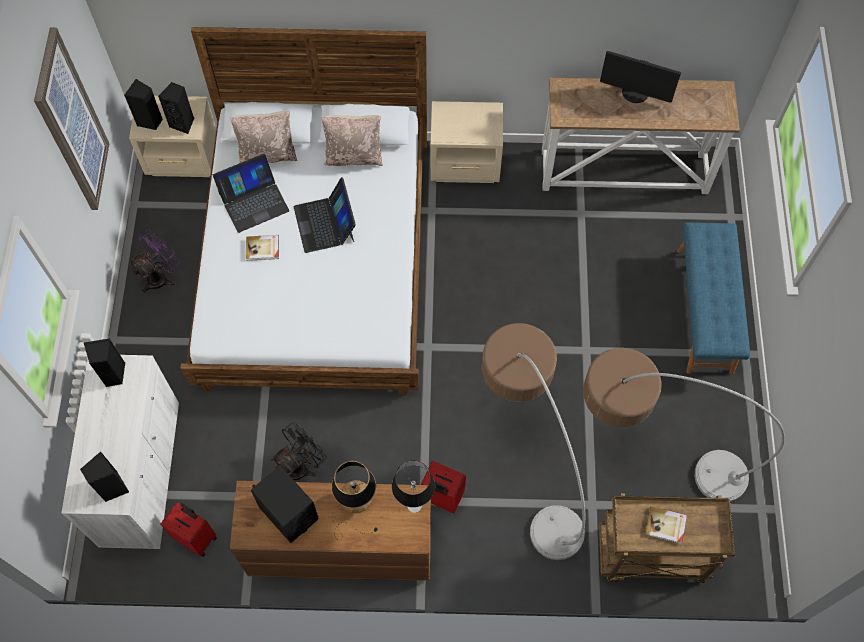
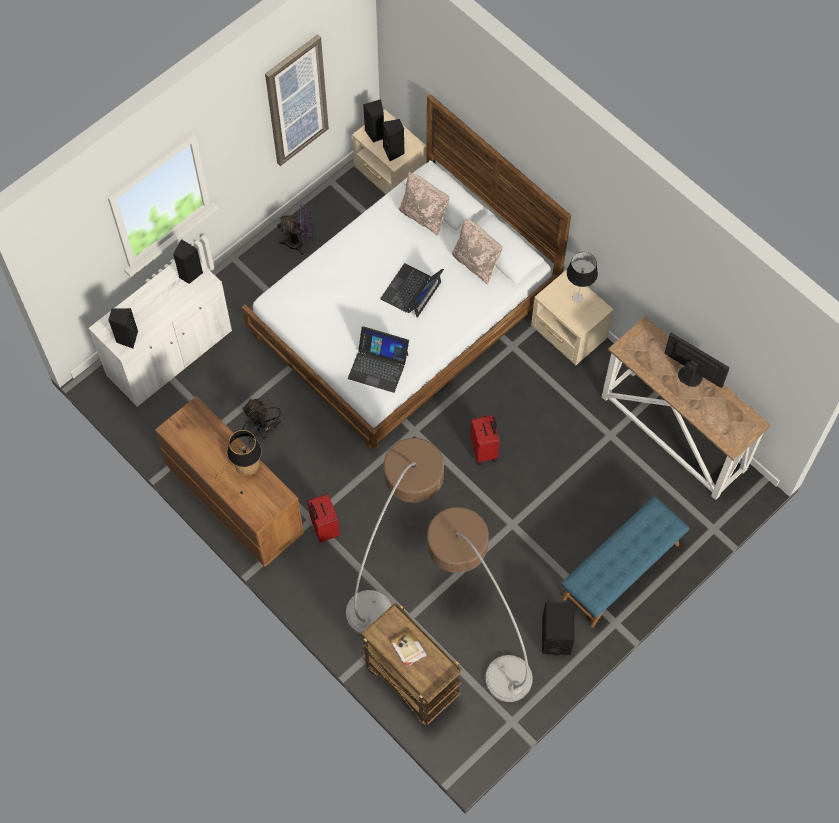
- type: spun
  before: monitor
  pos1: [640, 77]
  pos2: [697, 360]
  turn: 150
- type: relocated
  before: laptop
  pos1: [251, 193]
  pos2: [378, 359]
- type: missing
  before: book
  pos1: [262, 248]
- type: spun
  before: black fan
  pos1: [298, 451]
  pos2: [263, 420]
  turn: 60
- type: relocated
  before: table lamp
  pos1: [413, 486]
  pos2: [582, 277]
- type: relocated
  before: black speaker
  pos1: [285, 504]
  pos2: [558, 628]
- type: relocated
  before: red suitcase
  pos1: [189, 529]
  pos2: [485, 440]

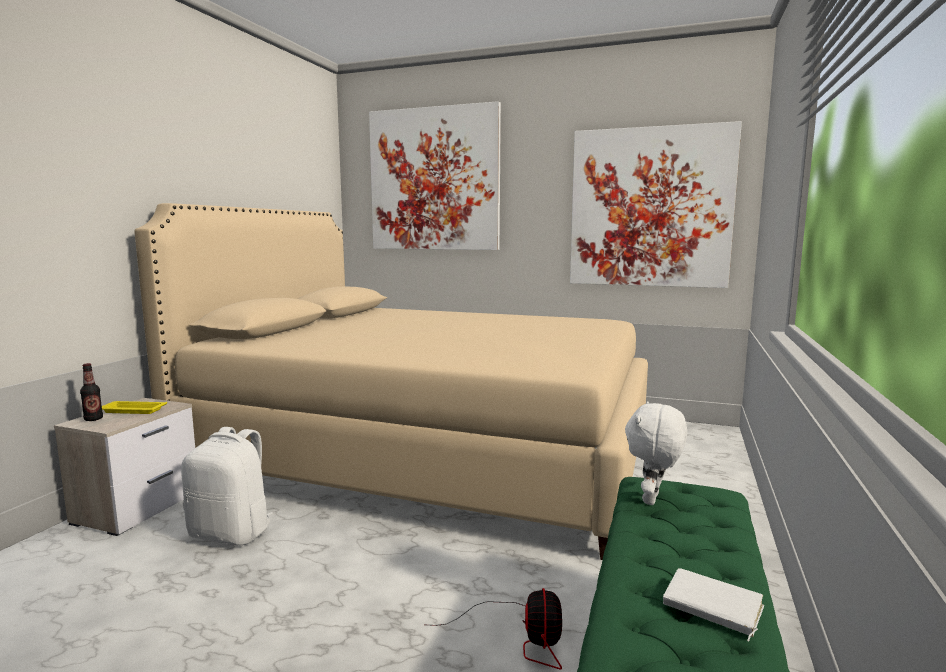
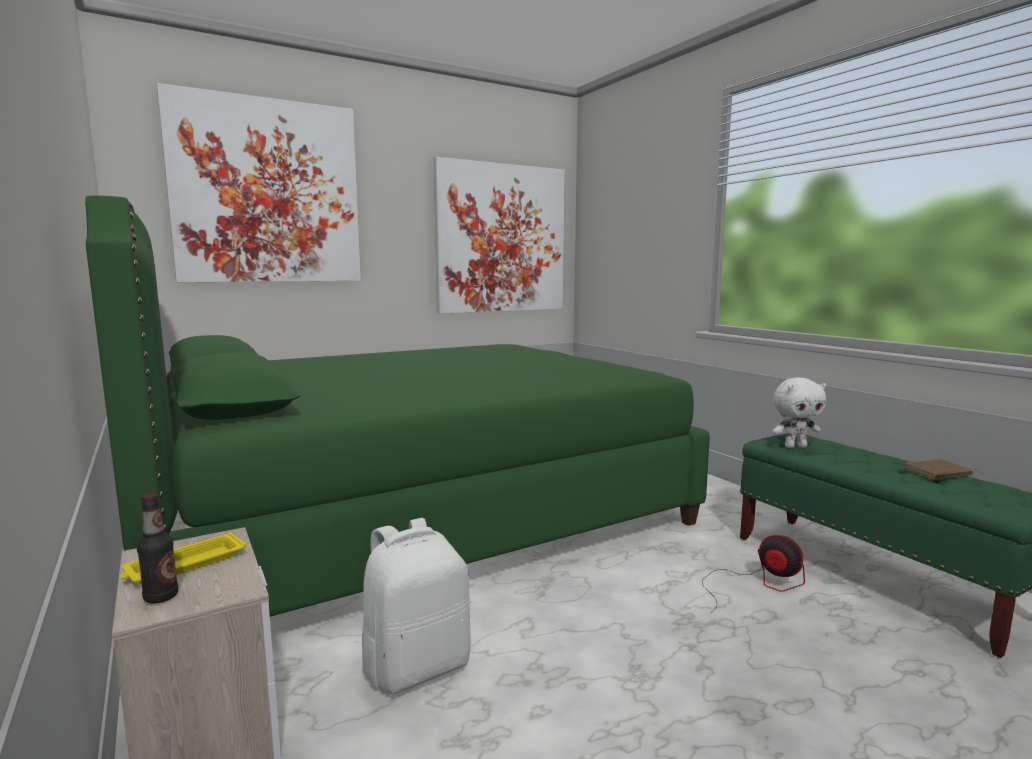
- type: colour
  before: beige bed
  after: green bed
  pos1: [391, 381]
  pos2: [397, 406]
- type: spun
  before: white plush toy
  pos1: [656, 453]
  pos2: [799, 413]
  turn: -75
- type: colour
  before: white book
  after: brown book
  pos1: [713, 605]
  pos2: [944, 469]

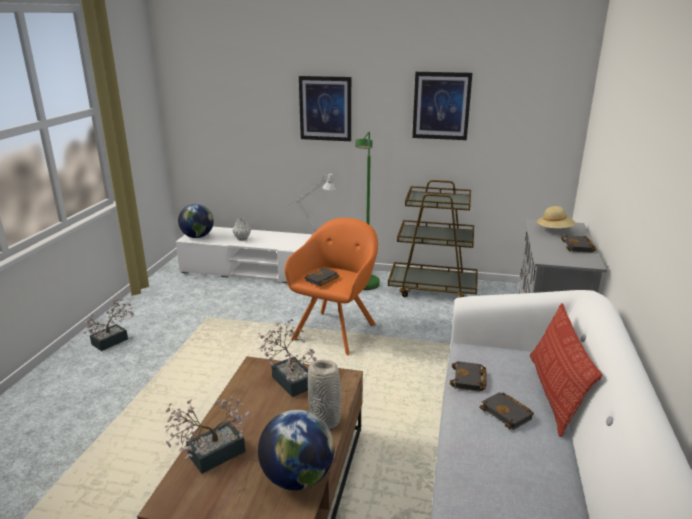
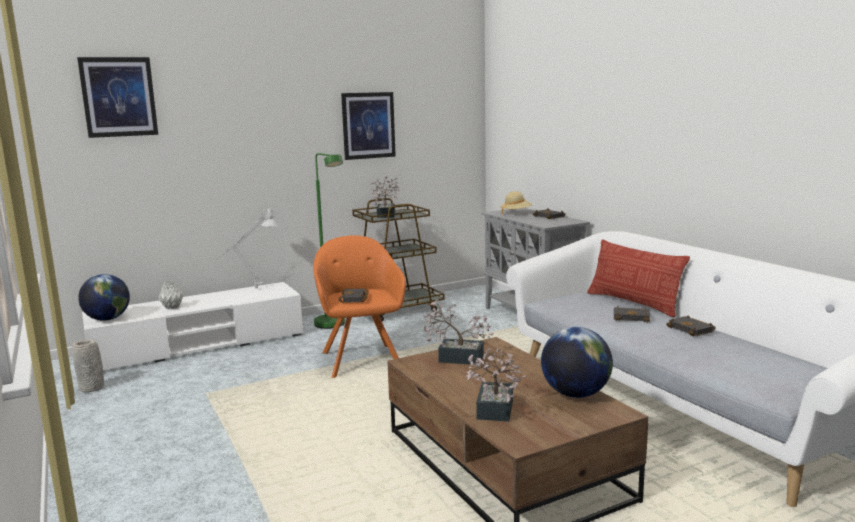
- type: relocated
  before: picture
  pos1: [325, 108]
  pos2: [117, 97]
- type: relocated
  before: potted plant
  pos1: [108, 325]
  pos2: [384, 197]
- type: relocated
  before: grey vase
  pos1: [324, 394]
  pos2: [88, 365]
- type: relocated
  before: black book
  pos1: [468, 376]
  pos2: [691, 326]

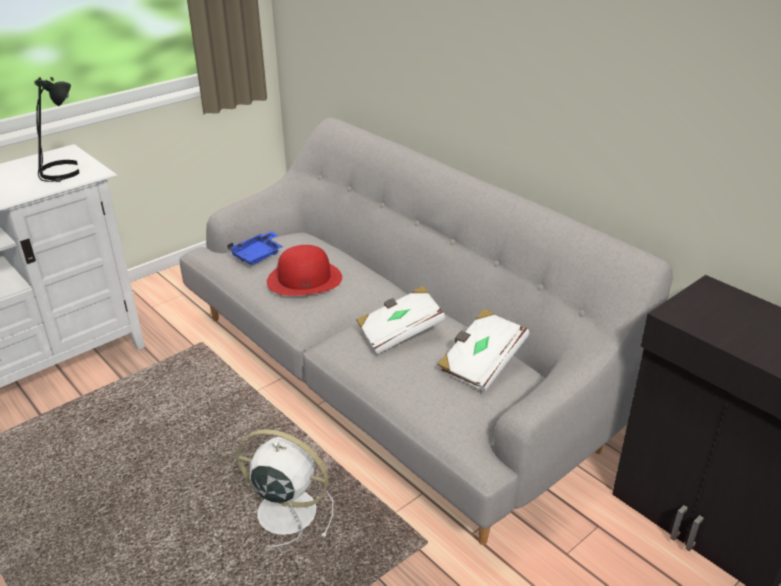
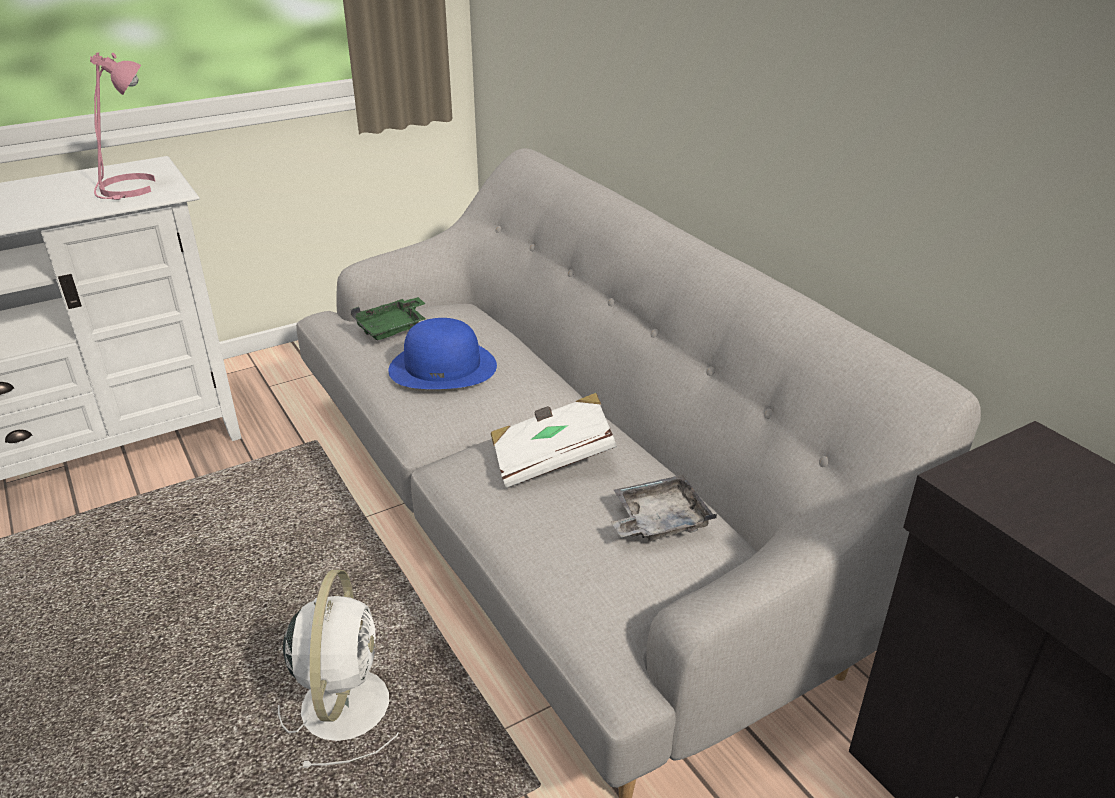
- type: colour
  before: black table lamp
  after: pink table lamp
  pos1: [57, 129]
  pos2: [122, 126]
- type: colour
  before: blue tray
  after: green tray
  pos1: [255, 248]
  pos2: [388, 318]
- type: colour
  before: red hat
  after: blue hat
  pos1: [304, 270]
  pos2: [442, 353]
- type: exchanged
  before: white book
  after: grey tray
  pos1: [483, 350]
  pos2: [664, 508]
- type: spun
  before: white fan
  pos1: [285, 488]
  pos2: [338, 669]
  turn: 60

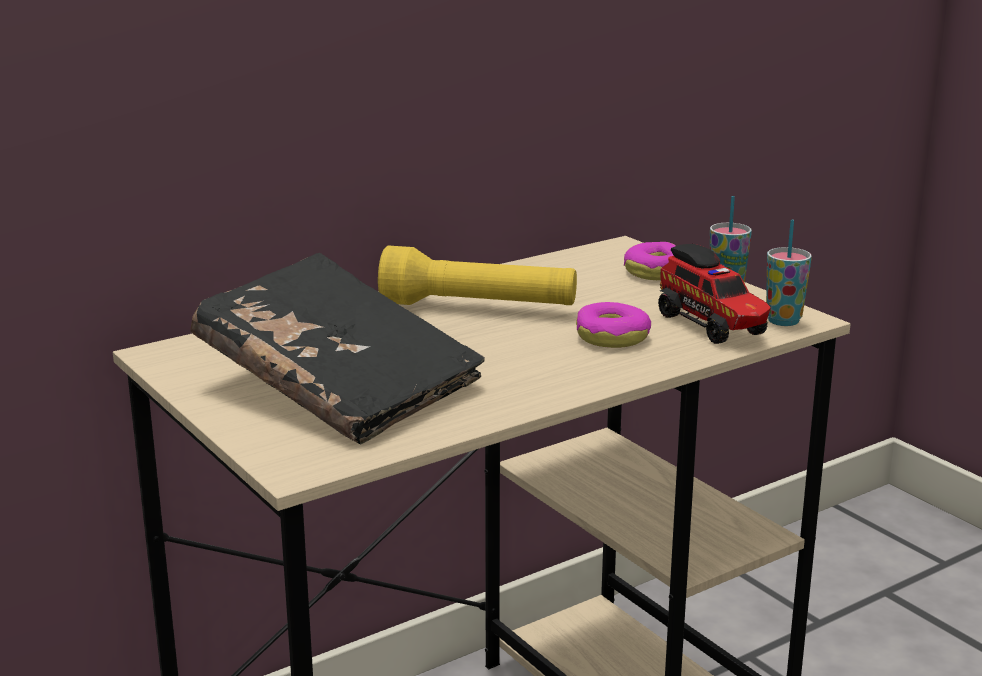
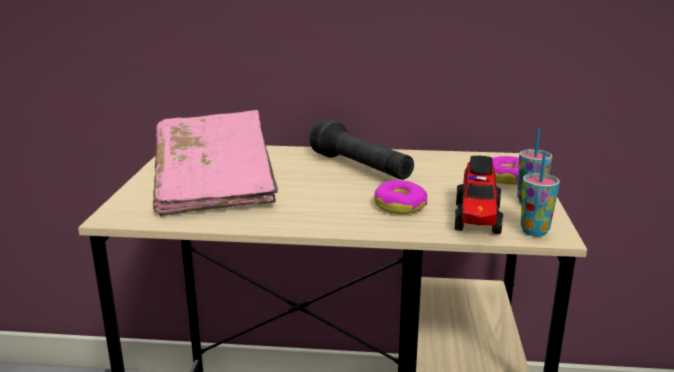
- type: colour
  before: yellow flashlight
  after: black flashlight
  pos1: [477, 275]
  pos2: [362, 149]
- type: colour
  before: black book
  after: pink book
  pos1: [337, 349]
  pos2: [215, 163]

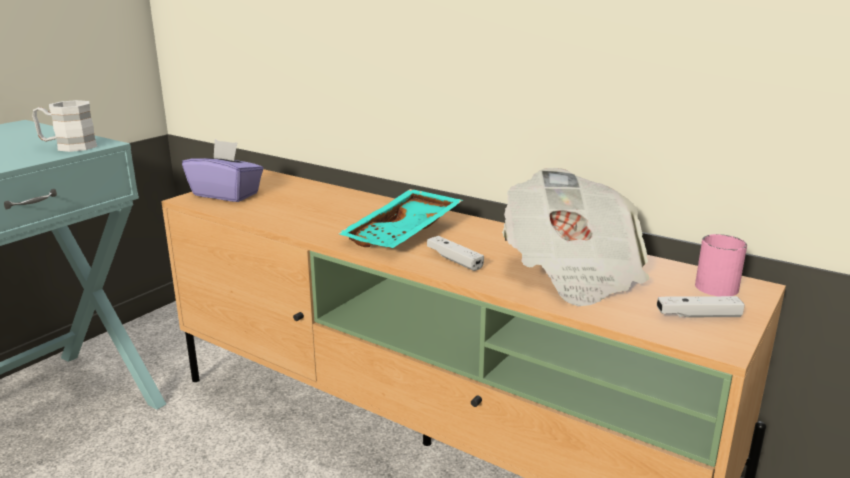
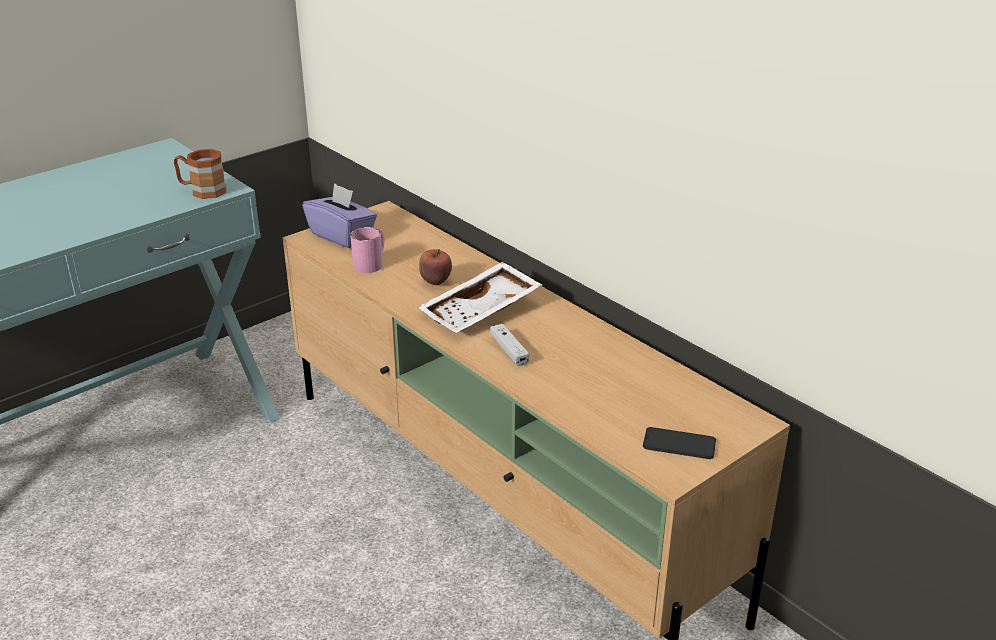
- type: colour
  before: white mug
  after: brown mug
  pos1: [64, 126]
  pos2: [200, 174]
- type: missing
  before: newspaper
  pos1: [575, 237]
- type: colour
  before: turquoise tray
  after: white tray
  pos1: [400, 218]
  pos2: [479, 297]
- type: relocated
  before: pink mug
  pos1: [721, 265]
  pos2: [367, 250]
- type: exchanged
  before: white game controller
  after: phone
  pos1: [701, 307]
  pos2: [679, 443]
- type: appeared
  after: apple
  pos2: [435, 267]

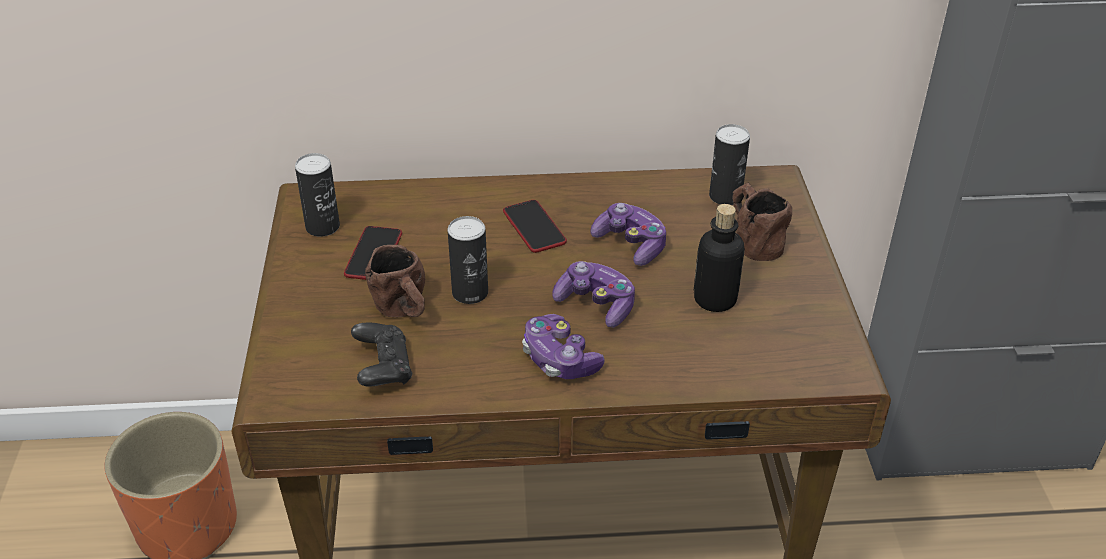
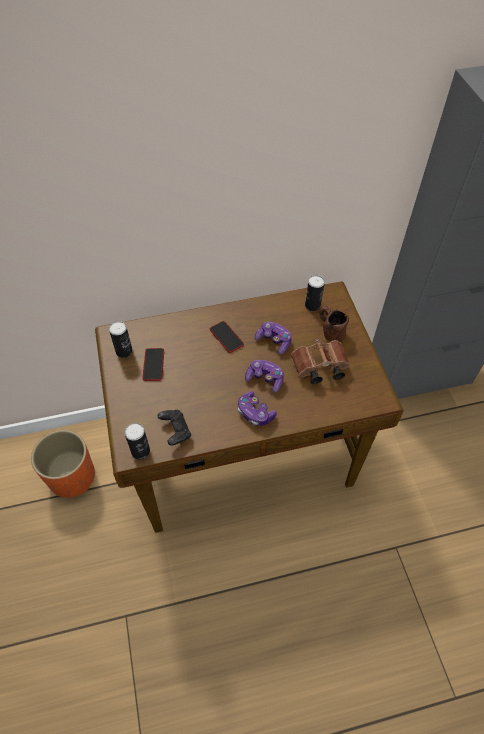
- type: exchanged
  before: bottle
  after: brown binoculars
  pos1: [719, 258]
  pos2: [320, 361]
- type: relocated
  before: can
  pos1: [467, 260]
  pos2: [137, 441]
- type: missing
  before: brown mug
  pos1: [395, 281]

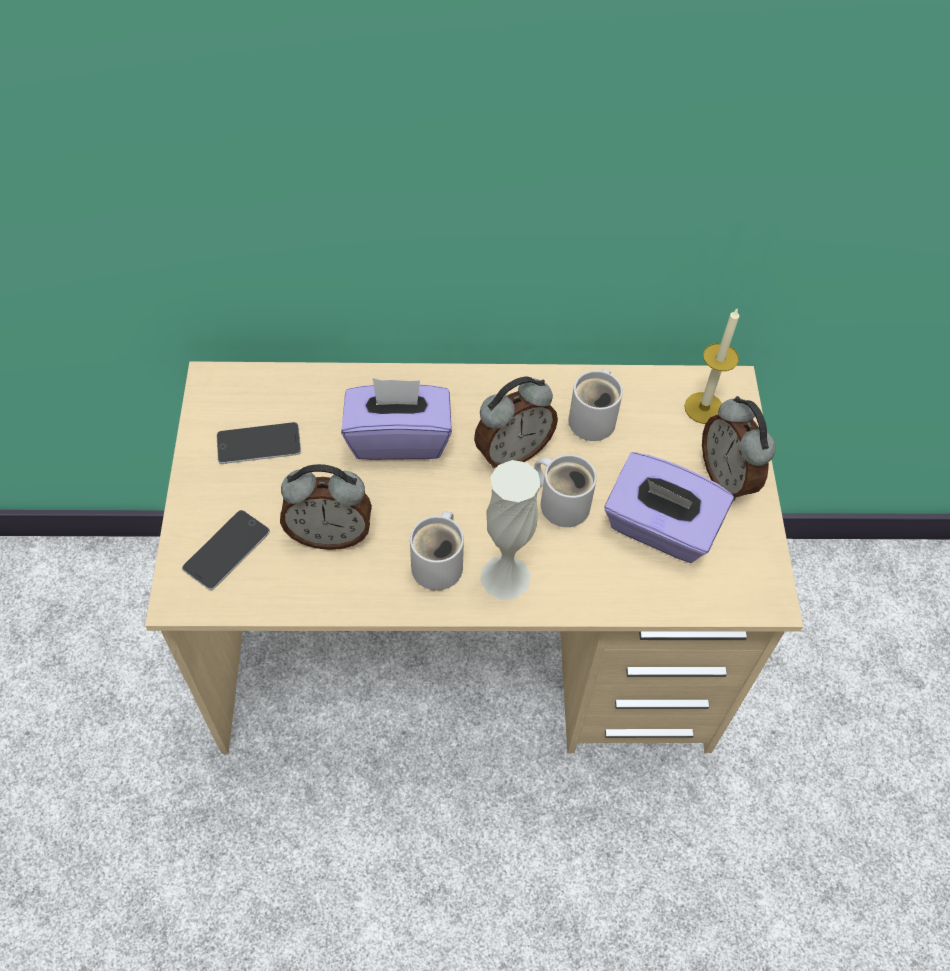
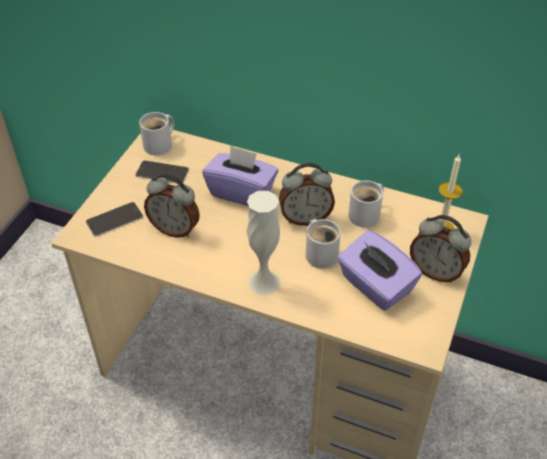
- type: spun
  before: alarm clock
  pos1: [739, 448]
  pos2: [440, 249]
  turn: -60
- type: relocated
  before: white mug
  pos1: [437, 550]
  pos2: [156, 133]

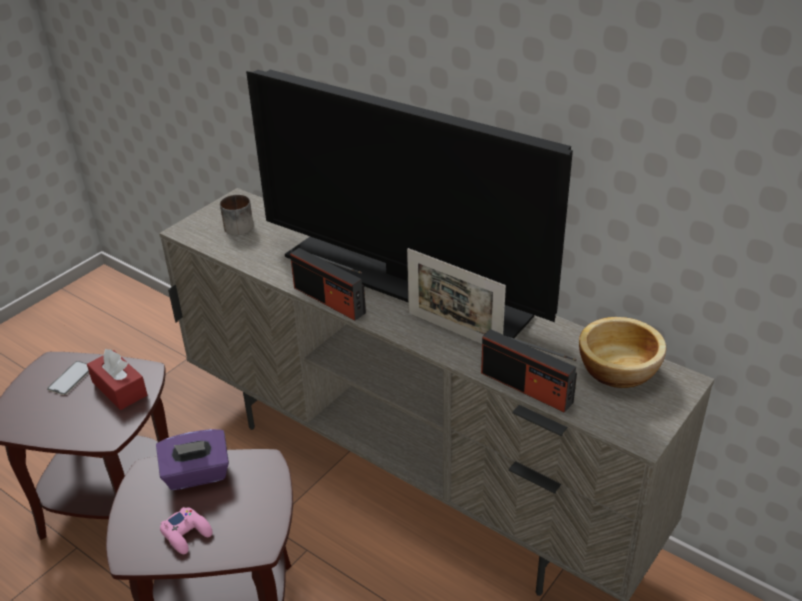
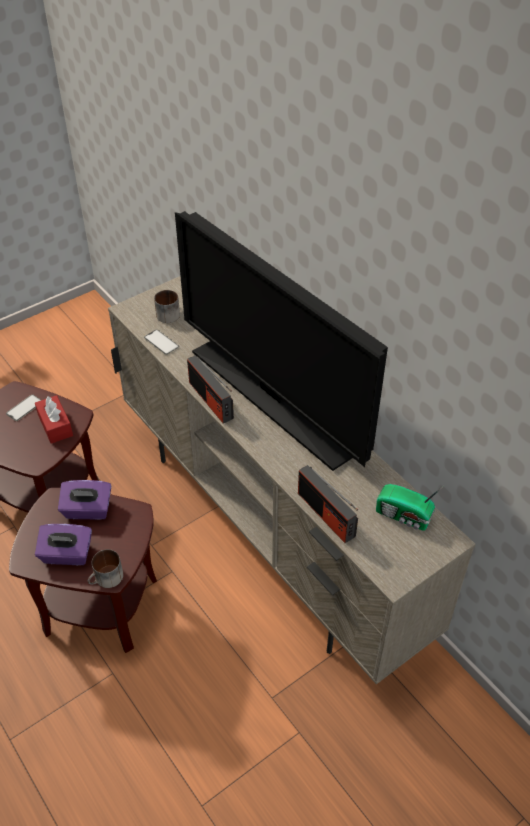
- type: missing
  before: picture frame
  pos1: [456, 296]
- type: exchanged
  before: bowl
  after: radio
  pos1: [622, 352]
  pos2: [410, 507]
- type: exchanged
  before: pink game controller
  after: purple tissue box
  pos1: [186, 530]
  pos2: [63, 544]
- type: appeared
  after: phone
  pos2: [161, 342]
- type: appeared
  after: mug
  pos2: [105, 568]

